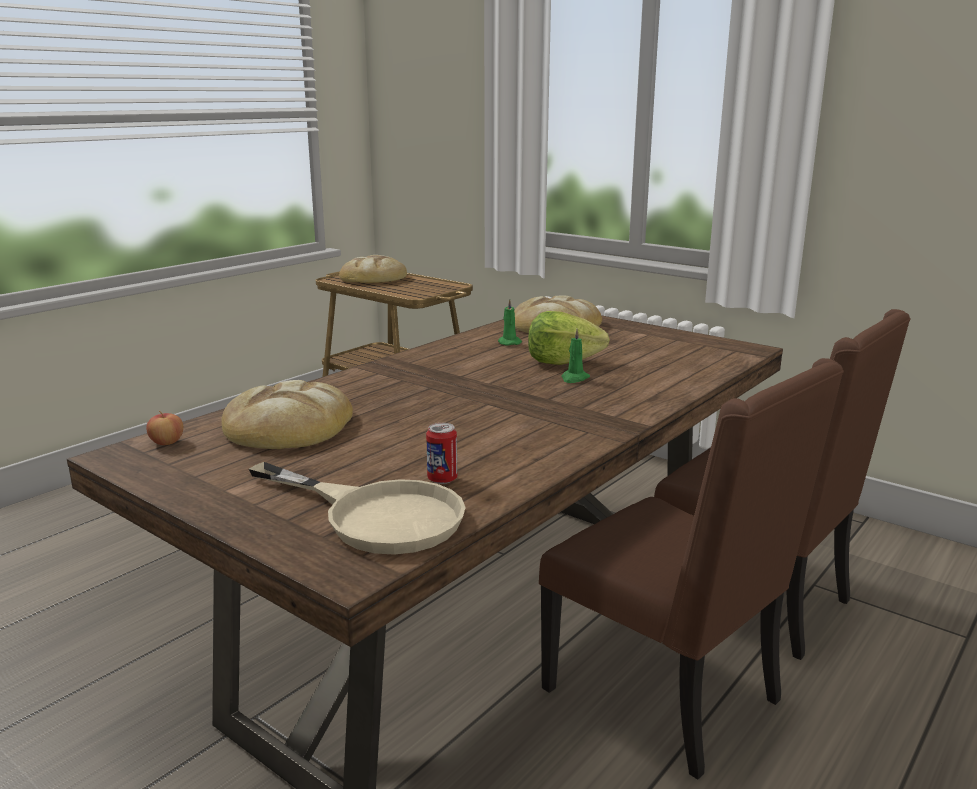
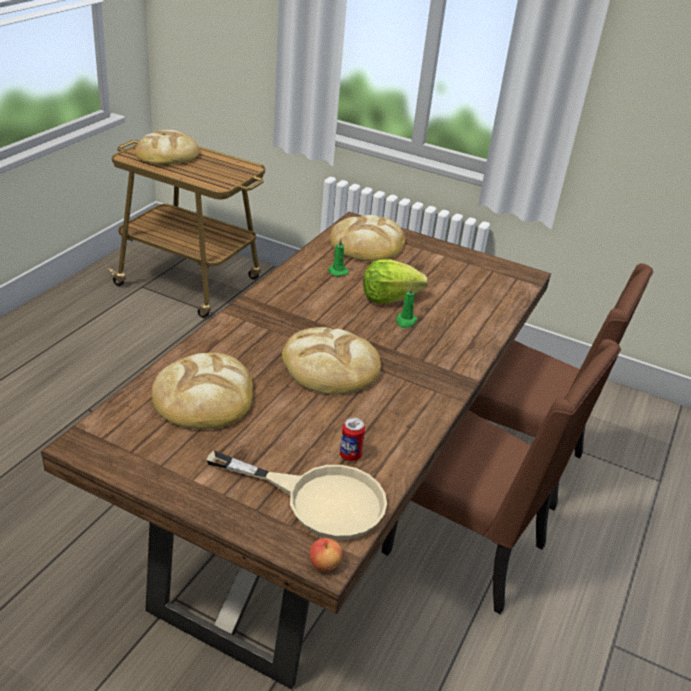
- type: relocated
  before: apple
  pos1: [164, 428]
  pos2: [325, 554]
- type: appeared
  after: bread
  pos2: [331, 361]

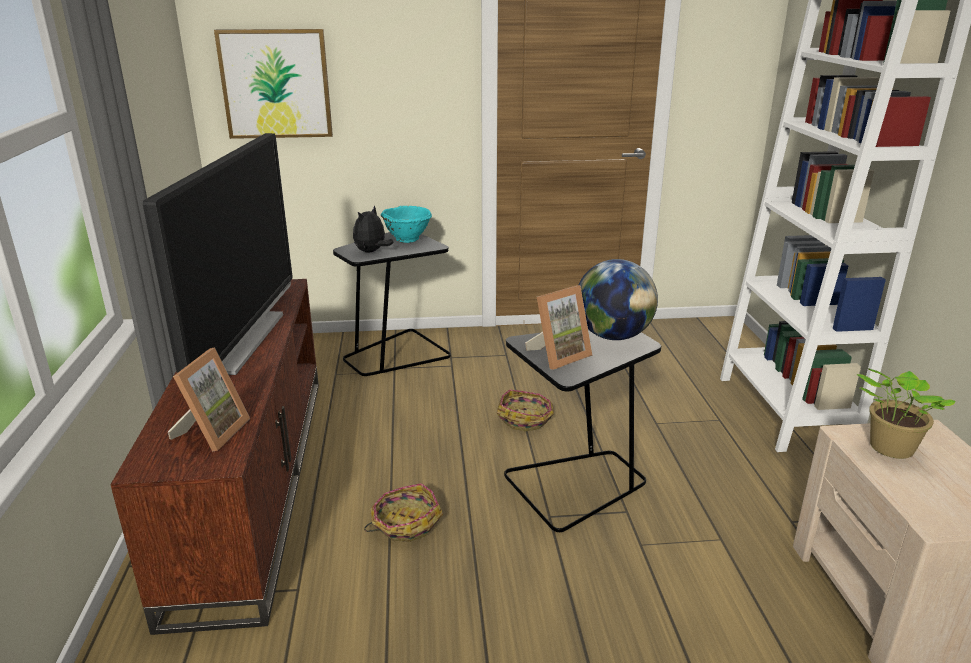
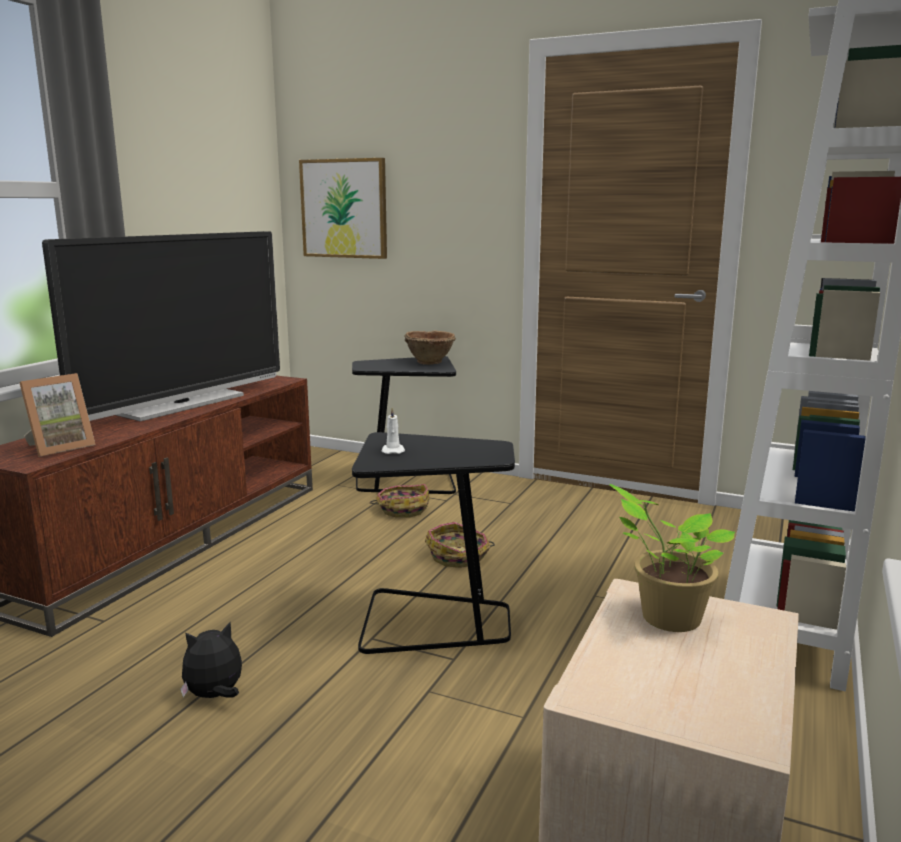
- type: relocated
  before: plush toy
  pos1: [373, 228]
  pos2: [211, 660]
- type: colour
  before: turquoise bowl
  after: brown bowl
  pos1: [406, 224]
  pos2: [430, 347]
- type: missing
  before: globe
  pos1: [618, 299]
- type: exchanged
  before: picture frame
  after: white candle
  pos1: [559, 327]
  pos2: [393, 430]
- type: relocated
  before: basket
  pos1: [403, 512]
  pos2: [399, 501]

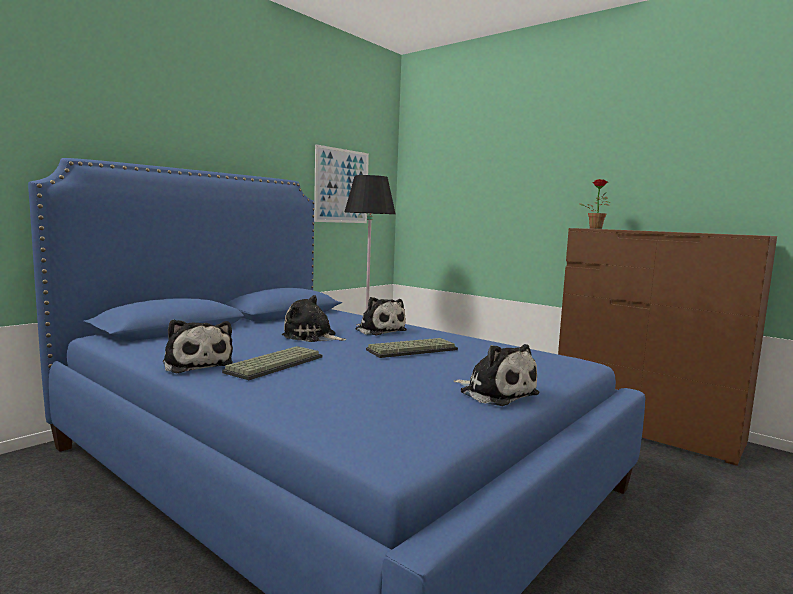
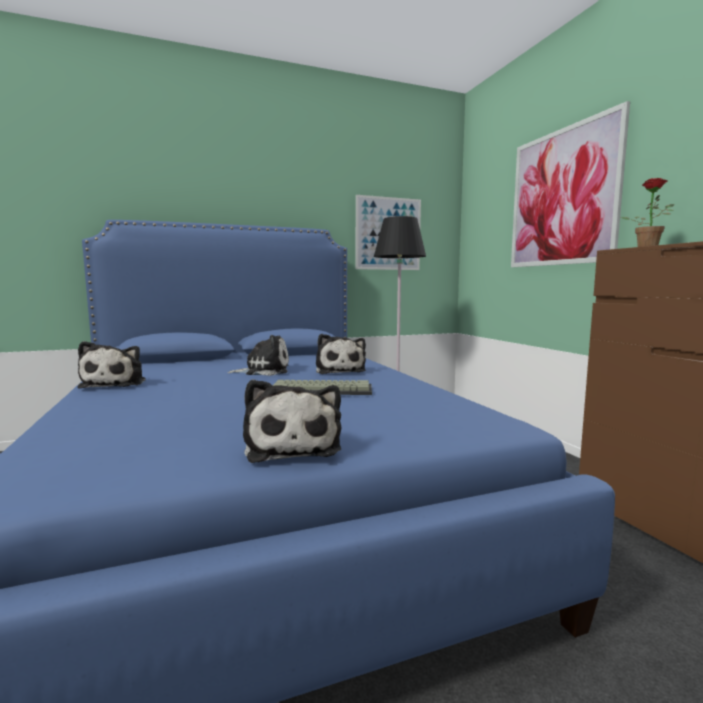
- type: spun
  before: plush toy
  pos1: [314, 318]
  pos2: [258, 355]
  turn: 120
- type: missing
  before: keyboard
  pos1: [272, 363]
- type: appeared
  after: picture
  pos2: [570, 184]

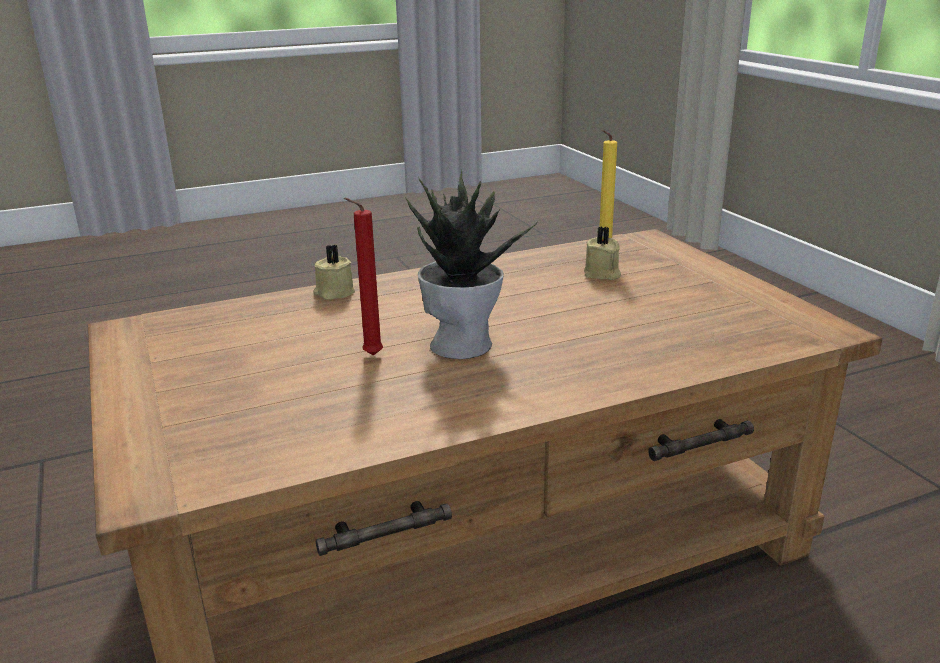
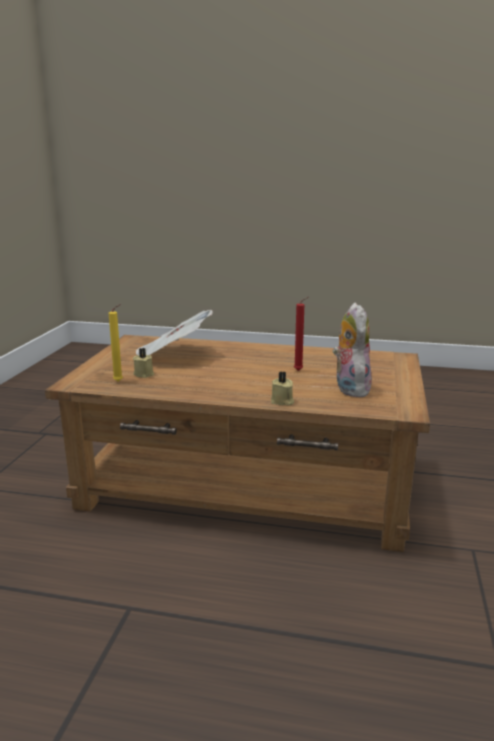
- type: missing
  before: potted plant
  pos1: [472, 264]
- type: appeared
  after: plush toy
  pos2: [352, 350]
- type: appeared
  after: newspaper
  pos2: [174, 332]

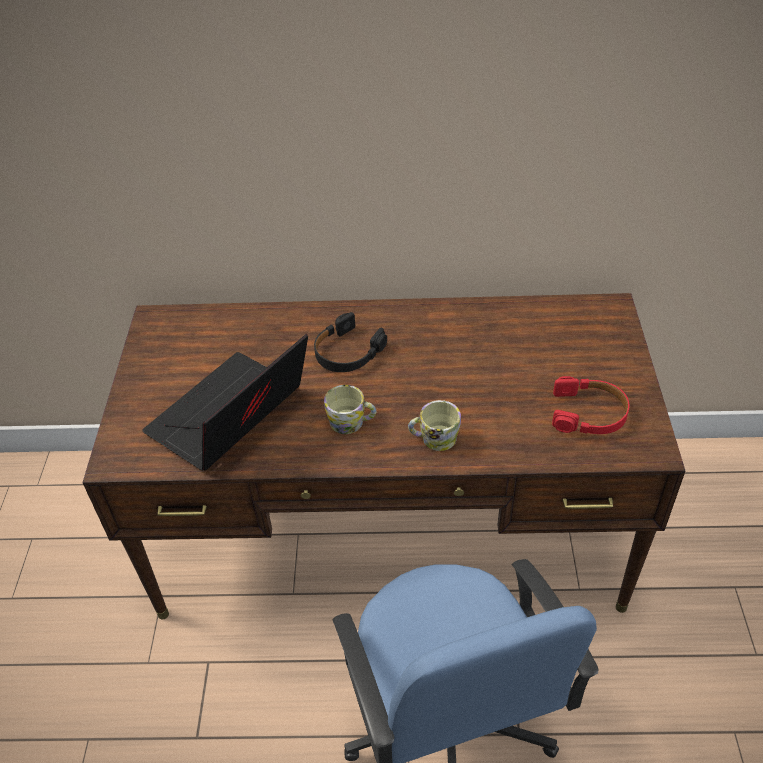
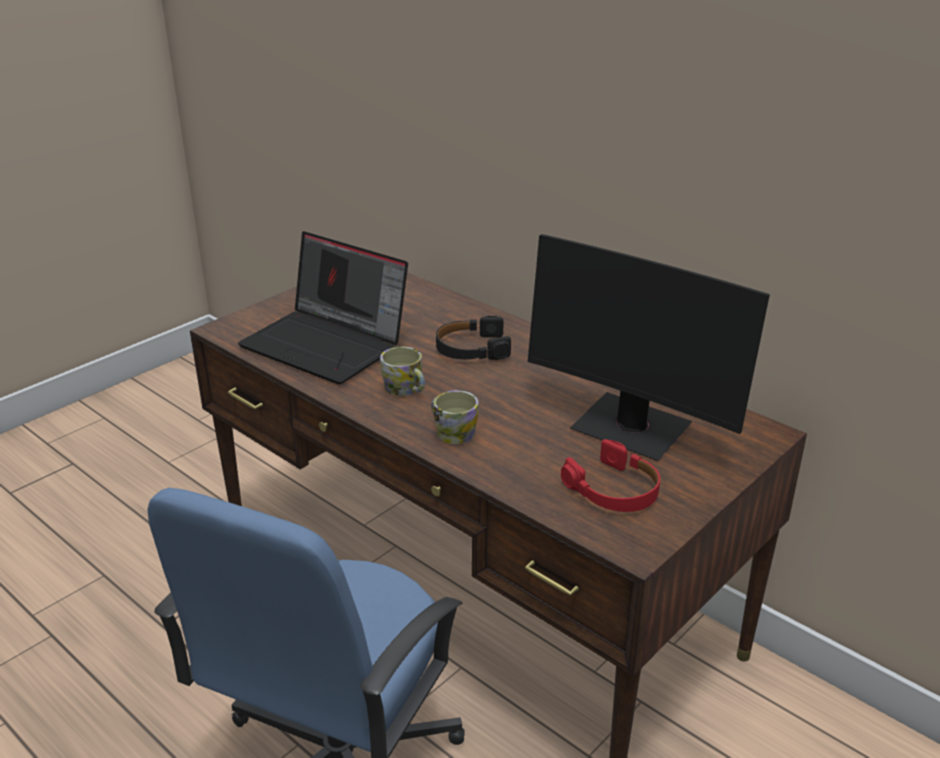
- type: spun
  before: laptop
  pos1: [225, 402]
  pos2: [323, 307]
  turn: -135
- type: appeared
  after: monitor
  pos2: [649, 347]

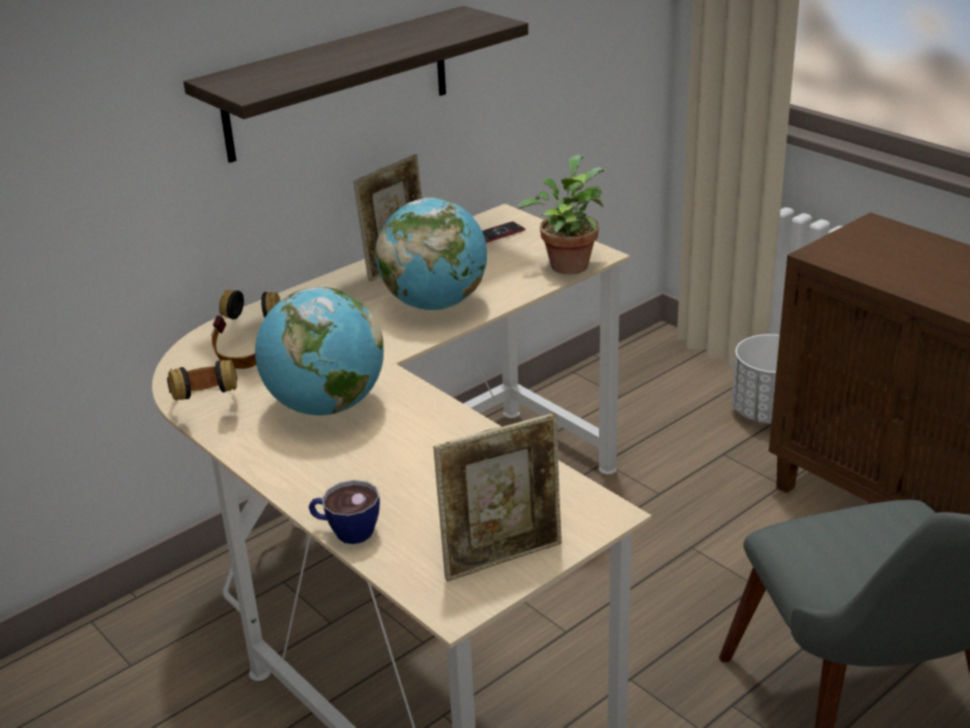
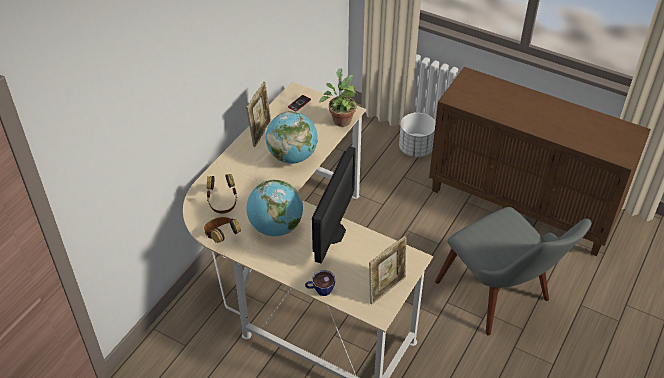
- type: missing
  before: shelf
  pos1: [355, 84]
- type: appeared
  after: monitor
  pos2: [334, 204]

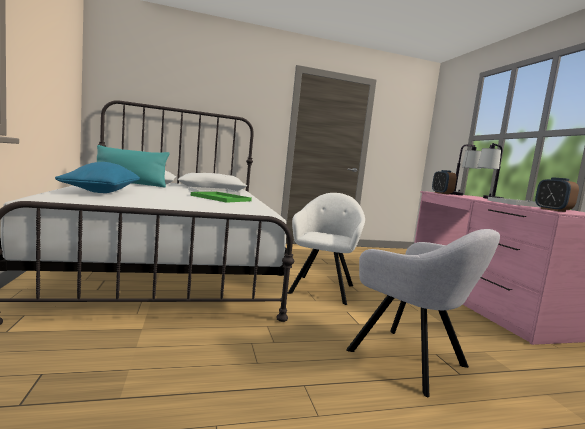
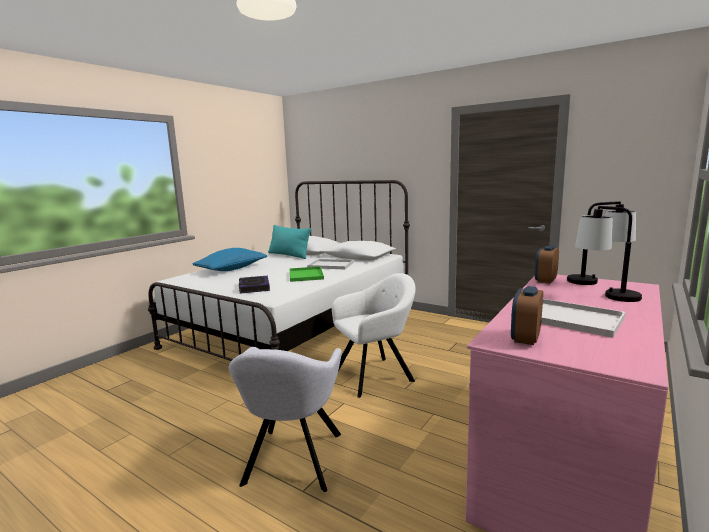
- type: appeared
  after: book
  pos2: [254, 284]

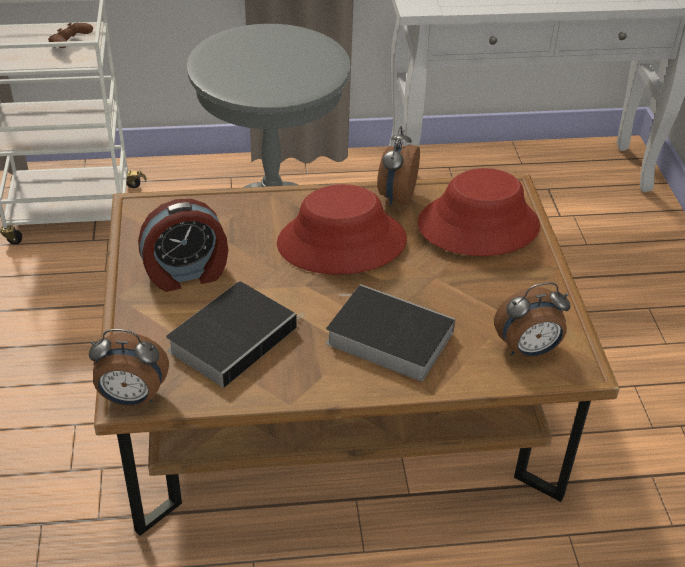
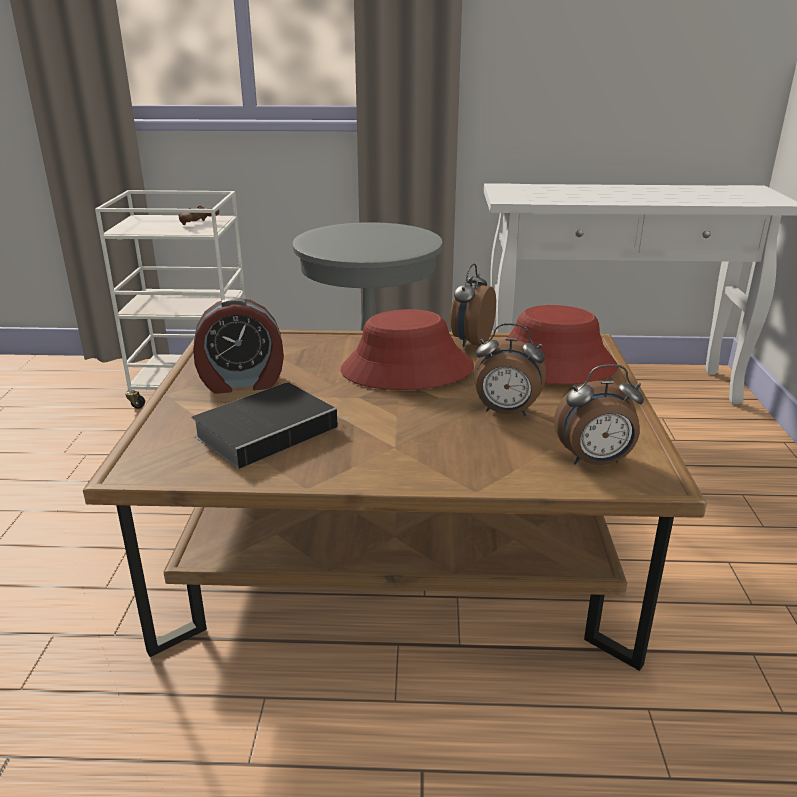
- type: missing
  before: book
  pos1: [390, 332]
- type: relocated
  before: alarm clock
  pos1: [129, 367]
  pos2: [510, 369]

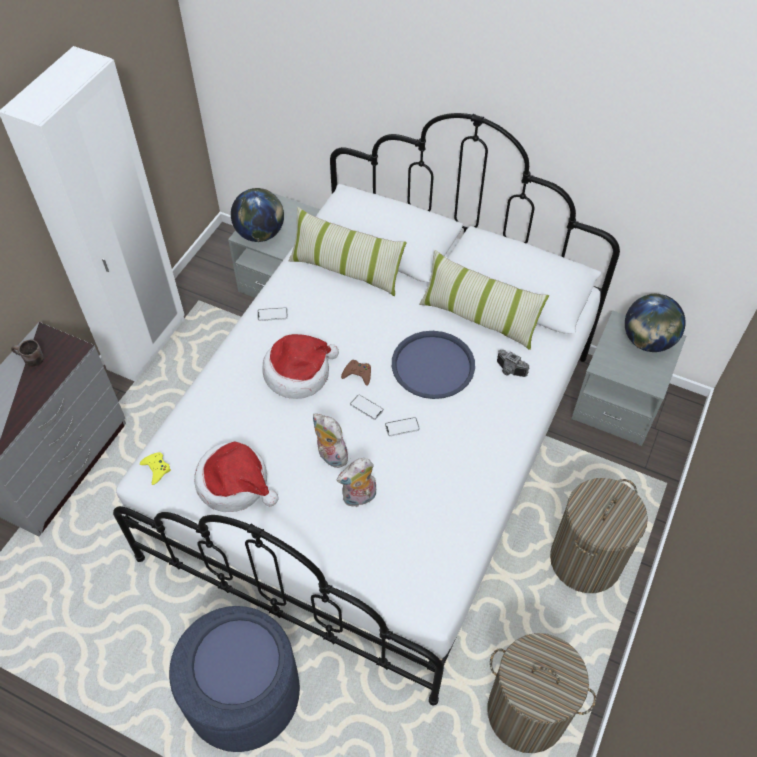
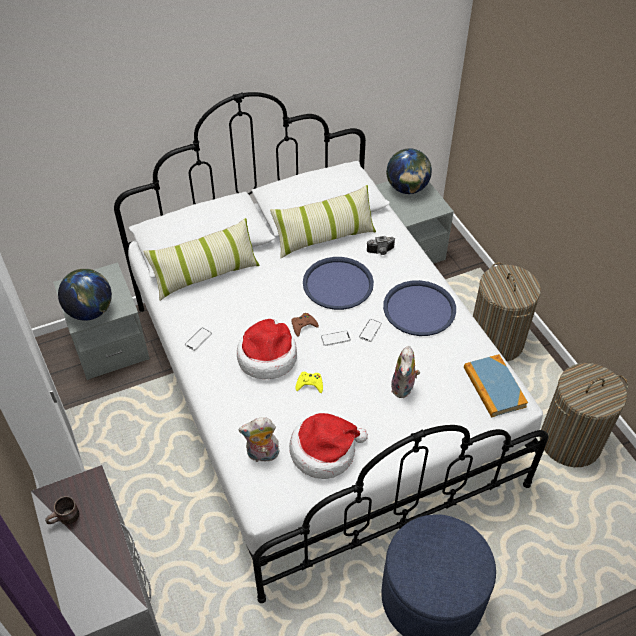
- type: relocated
  before: plush toy
  pos1: [330, 441]
  pos2: [259, 439]
- type: relocated
  before: yellow game controller
  pos1: [155, 468]
  pos2: [309, 382]
- type: relocated
  before: blue tray
  pos1: [236, 661]
  pos2: [419, 308]
- type: appeared
  after: book
  pos2: [496, 385]

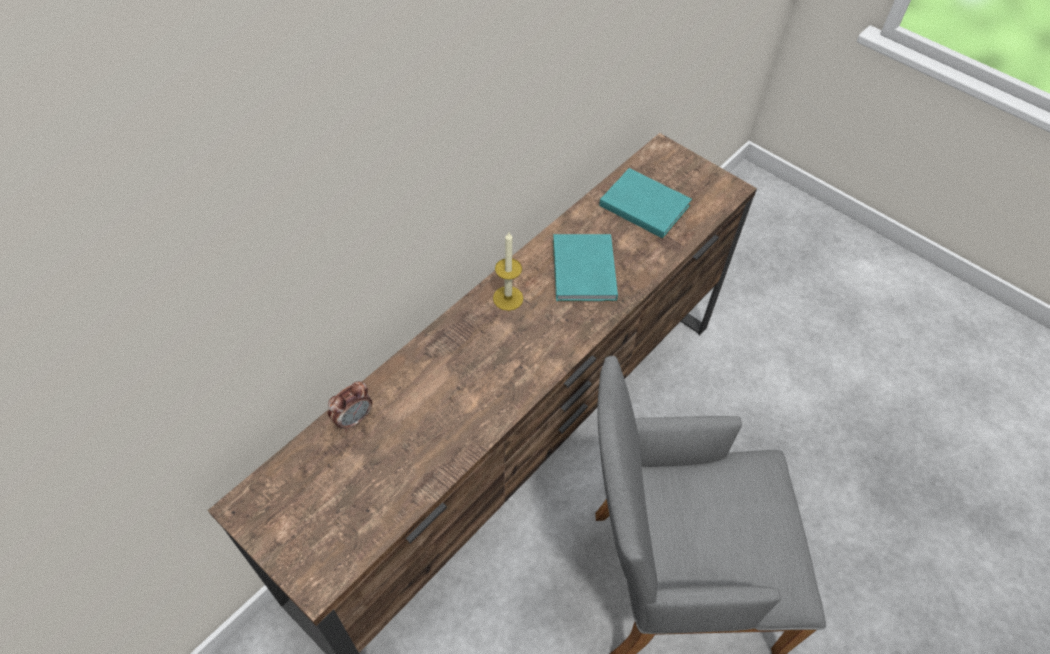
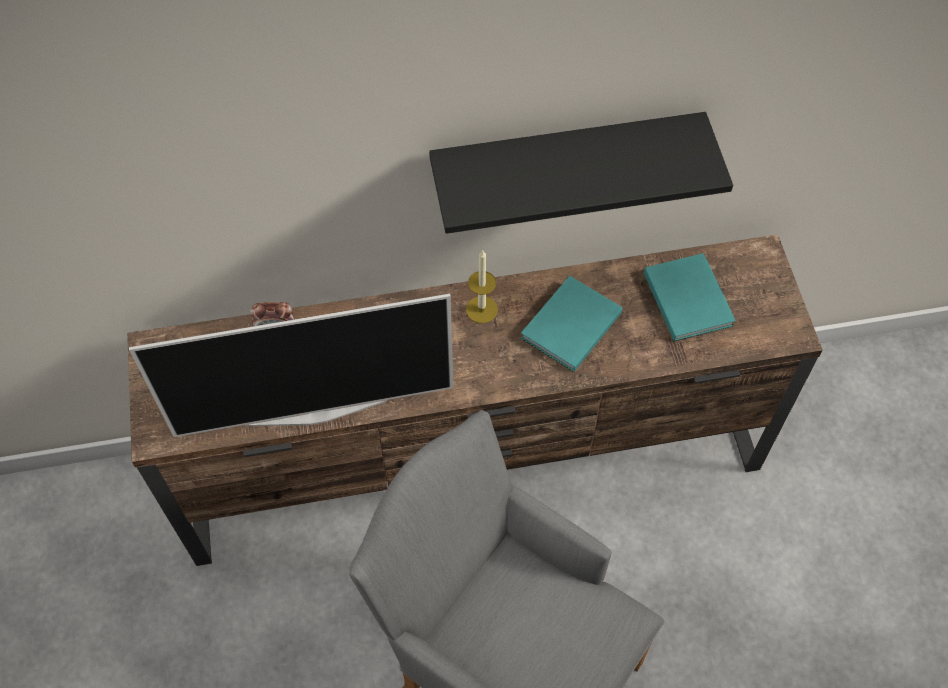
- type: appeared
  after: black shelf
  pos2: [581, 173]
- type: appeared
  after: television
  pos2: [291, 365]

